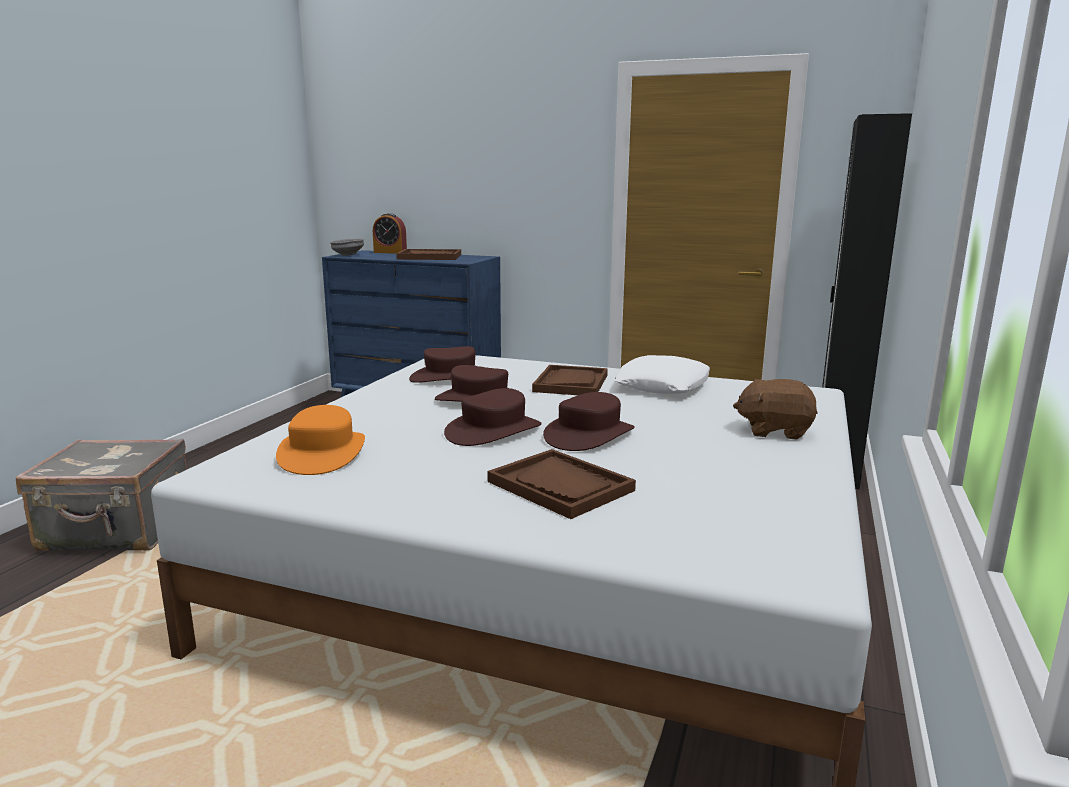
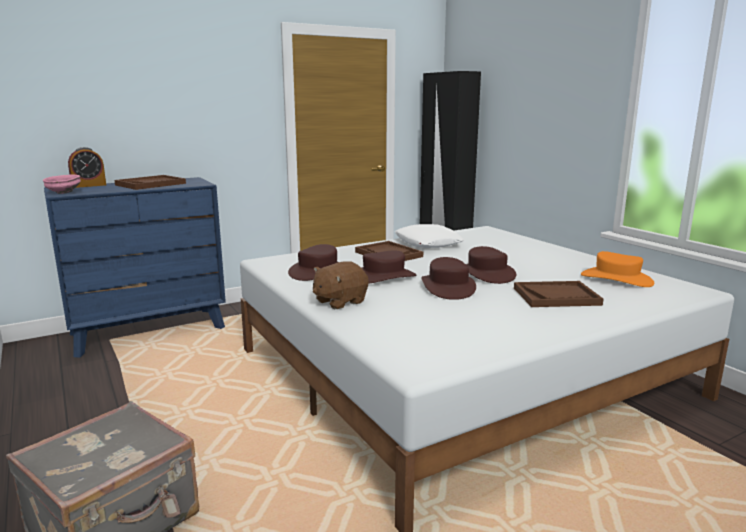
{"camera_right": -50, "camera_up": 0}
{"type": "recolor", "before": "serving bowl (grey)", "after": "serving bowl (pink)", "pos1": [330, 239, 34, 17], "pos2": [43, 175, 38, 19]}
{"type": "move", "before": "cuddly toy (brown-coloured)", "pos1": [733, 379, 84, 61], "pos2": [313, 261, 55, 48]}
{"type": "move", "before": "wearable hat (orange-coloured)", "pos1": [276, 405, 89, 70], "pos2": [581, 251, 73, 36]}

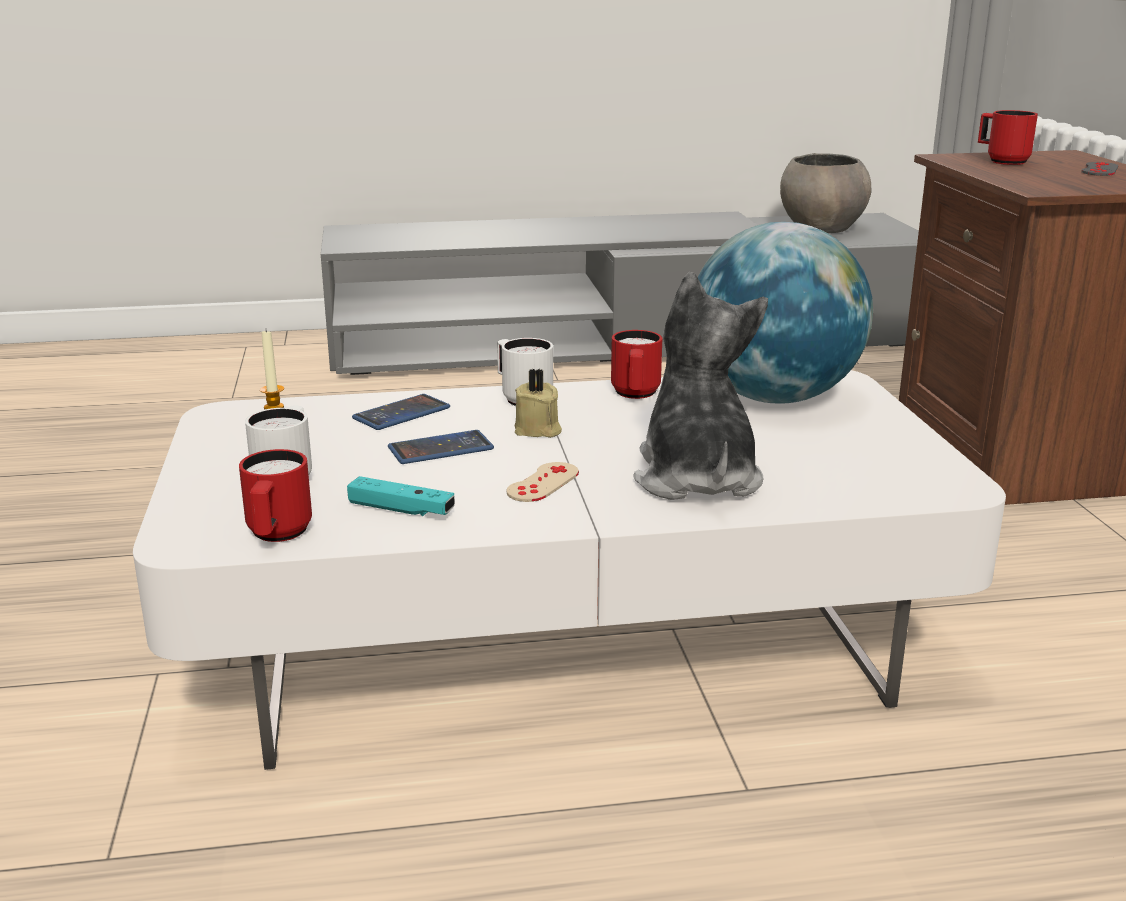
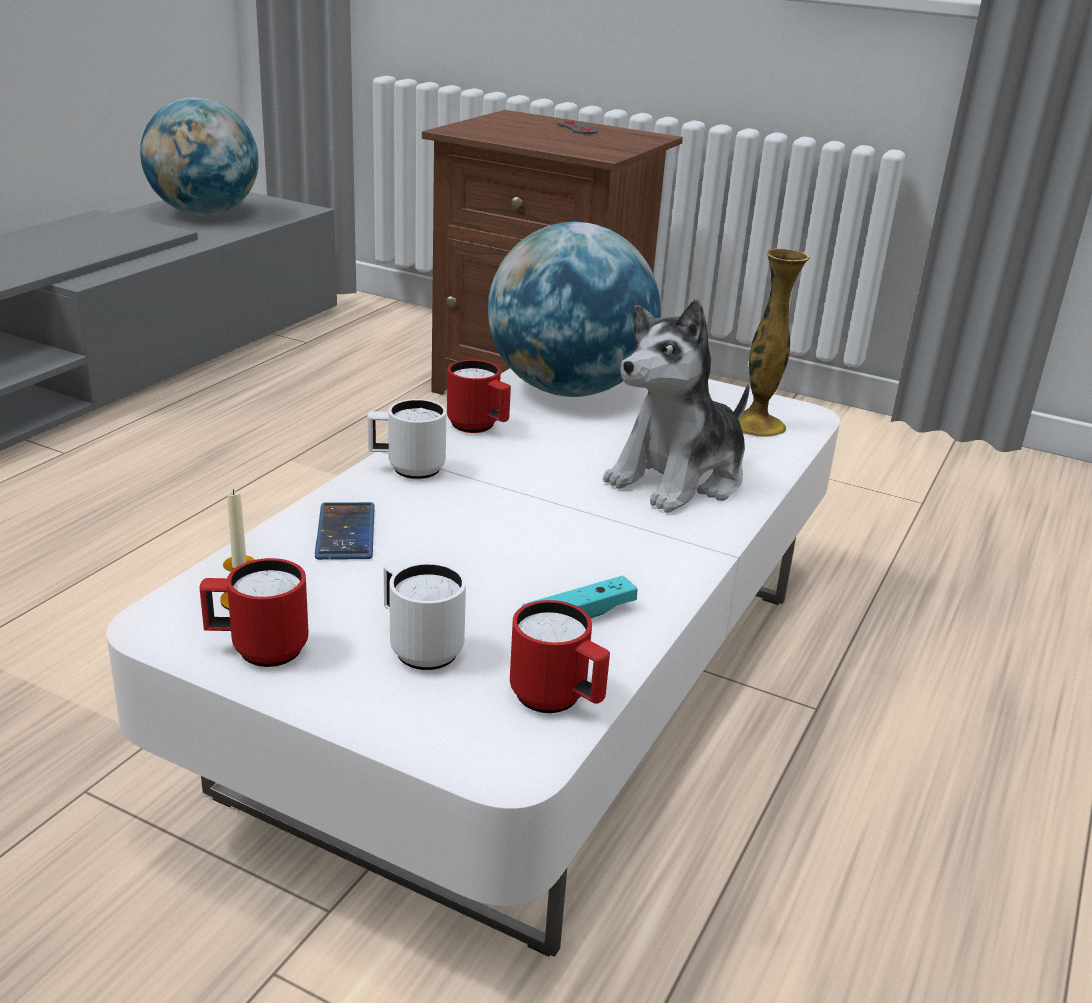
{"camera_right": -55, "camera_up": 5}
{"type": "move", "before": "coffee mug (red-coloured)", "pos1": [978, 110, 60, 55], "pos2": [199, 558, 109, 109]}
{"type": "replace", "before": "serving bowl (grey)", "after": "world globe", "pos1": [780, 153, 91, 80], "pos2": [140, 97, 119, 119]}
{"type": "rotate", "before": "cuddly toy", "pos1": [633, 272, 135, 228], "pos2": [603, 299, 147, 214], "turn": -75}
{"type": "delete", "before": "wax candle (sand-coloured)", "pos1": [515, 369, 47, 69]}
{"type": "delete", "before": "handset", "pos1": [388, 430, 106, 34]}
{"type": "delete", "before": "gamepad (sand-coloured)", "pos1": [506, 462, 73, 40]}
{"type": "insert", "after": "flower vase", "pos2": [739, 248, 71, 189]}

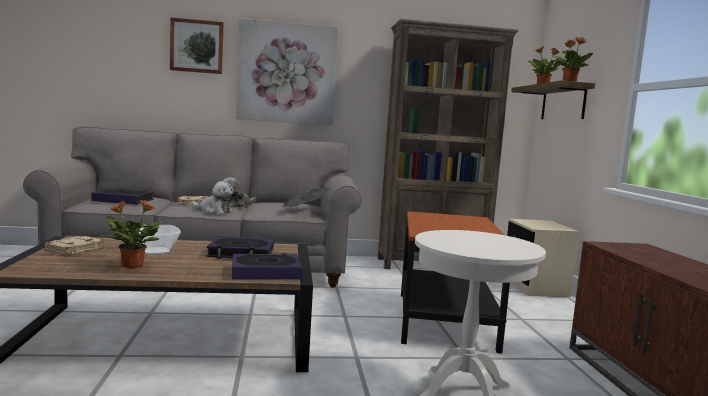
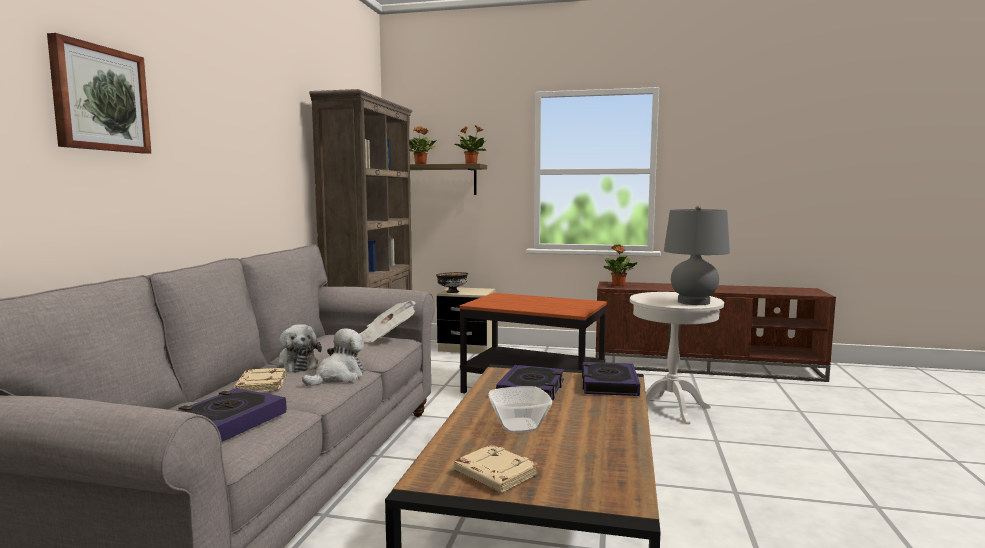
{"camera_right": -70, "camera_up": 0}
{"type": "delete", "before": "wall picture", "pos1": [236, 18, 102, 107]}
{"type": "move", "before": "plant in a pot", "pos1": [100, 200, 62, 68], "pos2": [604, 244, 34, 42]}
{"type": "insert", "after": "table lamp (grey)", "pos2": [664, 206, 66, 99]}
{"type": "insert", "after": "serving bowl (black)", "pos2": [436, 272, 32, 21]}

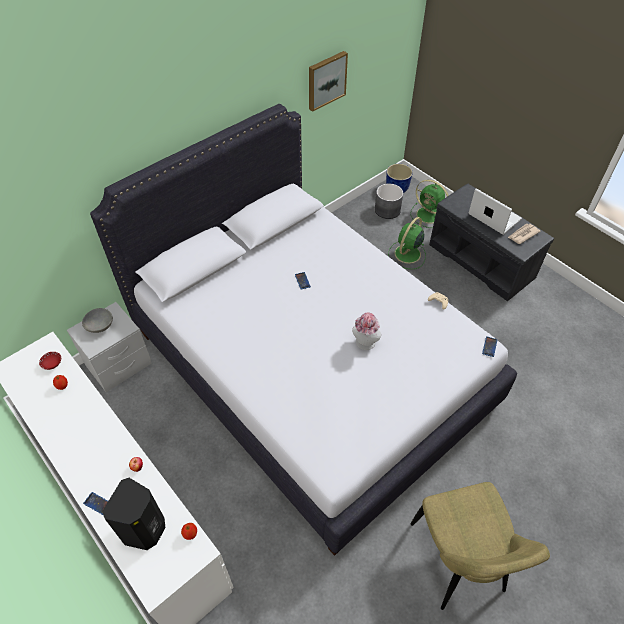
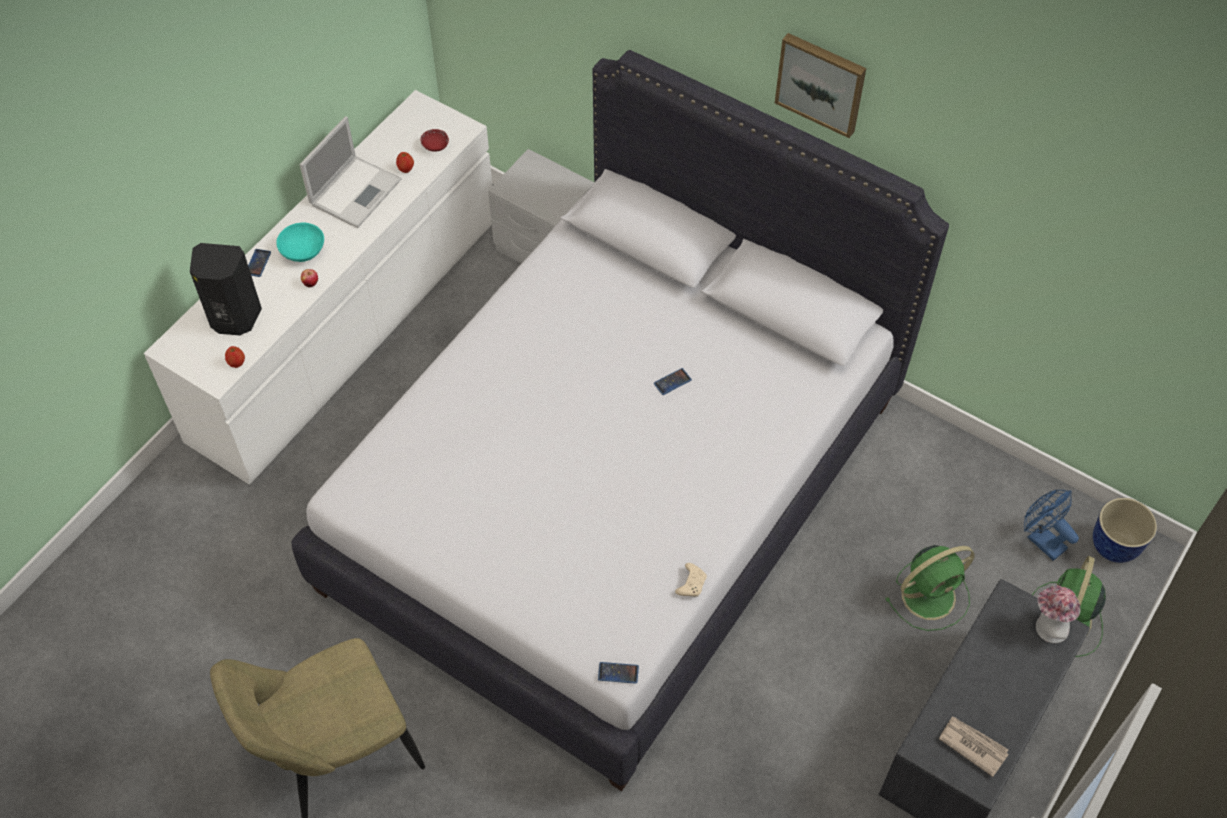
{"camera_right": 75, "camera_up": 5}
{"type": "move", "before": "wall picture", "pos1": [309, 51, 39, 61], "pos2": [775, 33, 91, 105]}
{"type": "replace", "before": "planter (grey)", "after": "electric fan (blue)", "pos1": [375, 184, 28, 35], "pos2": [1024, 489, 55, 72]}
{"type": "move", "before": "notebook computer", "pos1": [468, 188, 54, 47], "pos2": [299, 116, 102, 112]}
{"type": "rotate", "before": "electric fan (greenish)", "pos1": [388, 217, 38, 52], "pos2": [886, 545, 89, 86], "turn": 135}
{"type": "delete", "before": "serving bowl (grey)", "pos1": [82, 308, 31, 25]}
{"type": "move", "before": "wearable hat", "pos1": [352, 312, 30, 38], "pos2": [1036, 585, 44, 58]}
{"type": "insert", "after": "serving bowl (blue-green)", "pos2": [276, 223, 48, 39]}

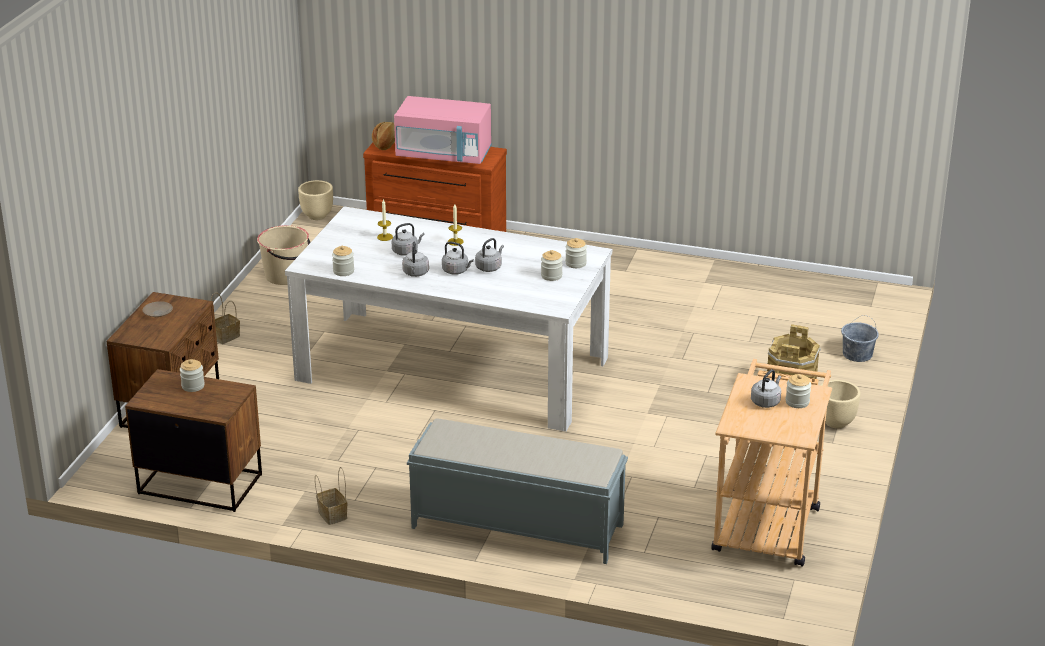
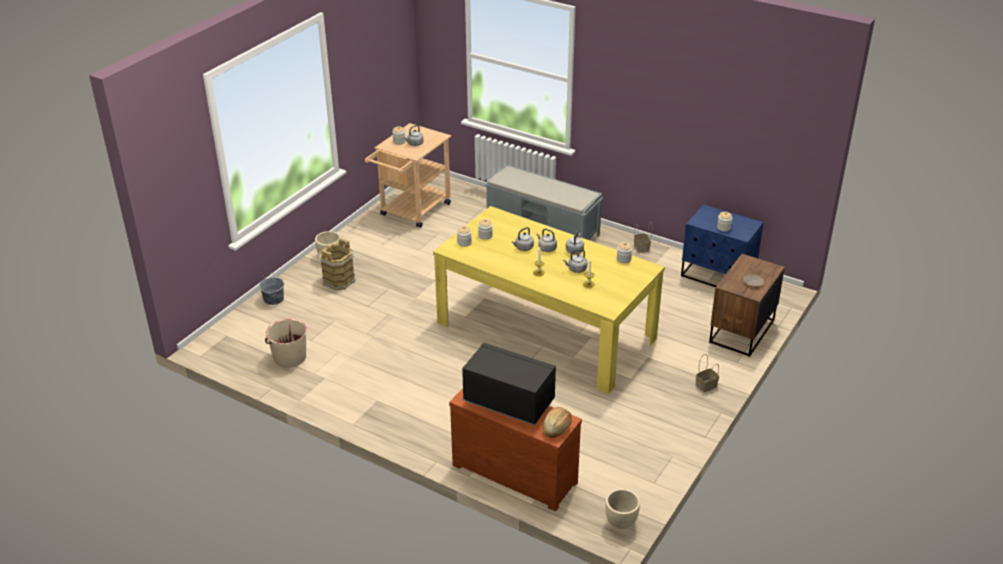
{"camera_right": -165, "camera_up": 5}
{"type": "recolor", "before": "microwave (pink)", "after": "microwave (black)", "pos1": [394, 96, 98, 68], "pos2": [462, 343, 94, 82]}
{"type": "recolor", "before": "dinner table (white)", "after": "dinner table (yellowish)", "pos1": [285, 206, 327, 226], "pos2": [433, 206, 232, 188]}
{"type": "move", "before": "bucket (sand-coloured)", "pos1": [257, 225, 53, 60], "pos2": [265, 319, 42, 49]}
{"type": "recolor", "before": "night table (brown-coloured)", "after": "night table (blue)", "pos1": [125, 369, 137, 143], "pos2": [681, 205, 83, 82]}

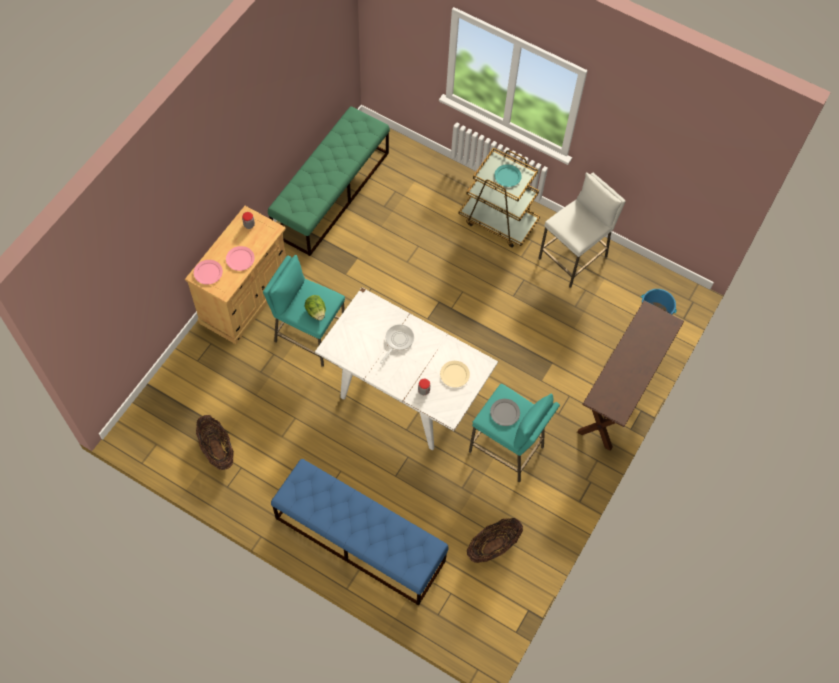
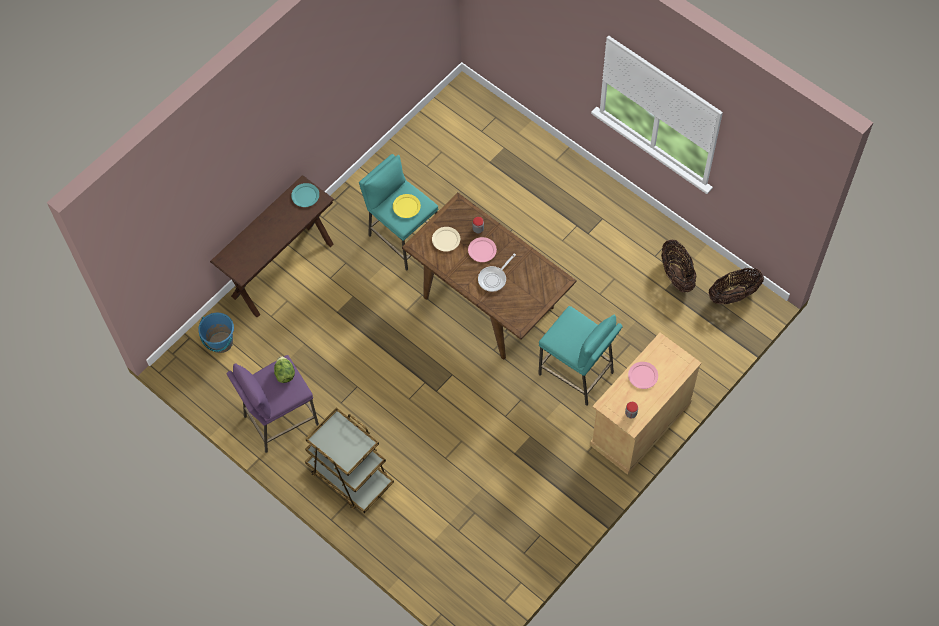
{"camera_right": -165, "camera_up": 0}
{"type": "delete", "before": "bench (greenish)", "pos1": [268, 106, 122, 150]}
{"type": "move", "before": "plate (blue-green)", "pos1": [494, 164, 28, 23], "pos2": [291, 183, 28, 24]}
{"type": "recolor", "before": "stool (white)", "after": "stool (purple-coloured)", "pos1": [538, 172, 88, 116], "pos2": [227, 355, 92, 98]}
{"type": "move", "before": "plate (pink)", "pos1": [194, 260, 29, 25], "pos2": [468, 237, 29, 25]}
{"type": "recolor", "before": "dinner table (white)", "after": "dinner table (brown-coloured)", "pos1": [315, 287, 183, 163], "pos2": [402, 193, 175, 167]}
{"type": "move", "before": "lettuce head", "pos1": [305, 295, 21, 25], "pos2": [274, 357, 21, 26]}
{"type": "recolor", "before": "plate (grey)", "after": "plate (yellowish)", "pos1": [490, 399, 30, 27], "pos2": [393, 194, 28, 24]}
{"type": "delete", "before": "bench (blue)", "pos1": [271, 459, 178, 147]}
{"type": "move", "before": "storage basket", "pos1": [467, 518, 56, 45], "pos2": [708, 268, 56, 36]}

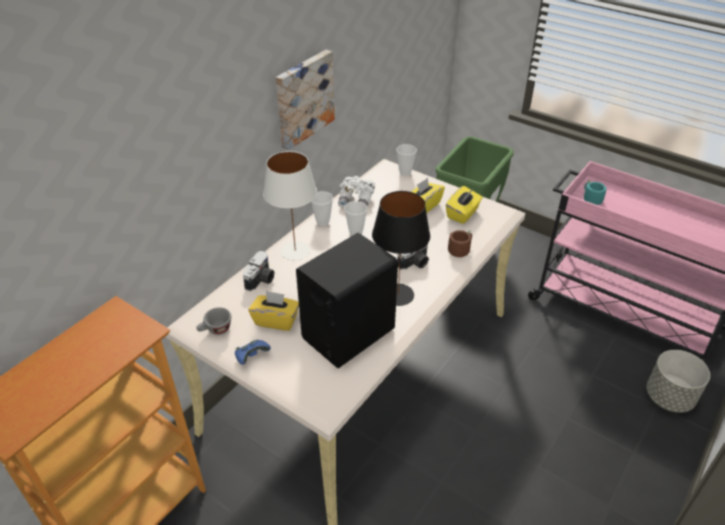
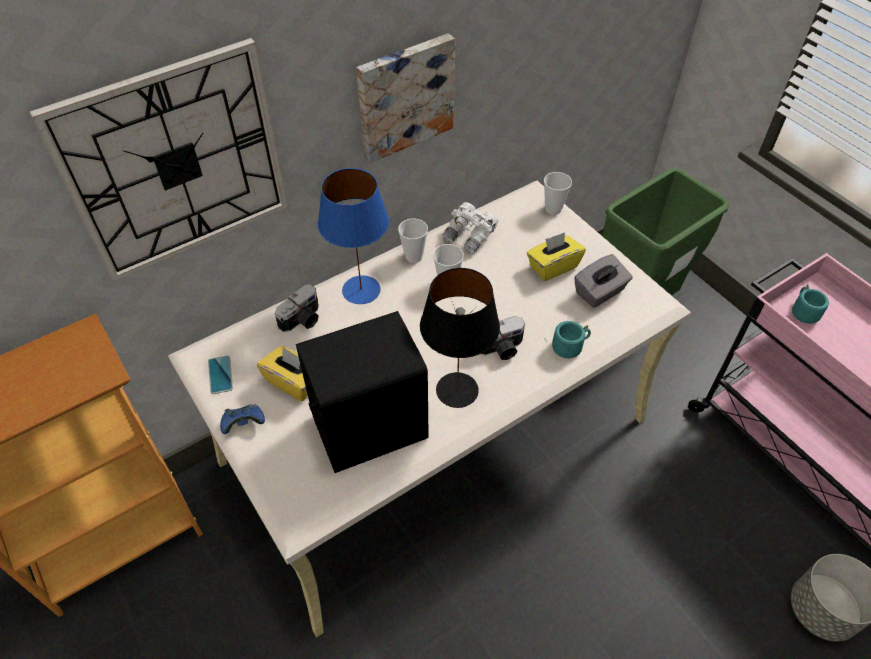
{"camera_right": 20, "camera_up": 10}
{"type": "recolor", "before": "table lamp (white)", "after": "table lamp (blue)", "pos1": [263, 151, 54, 109], "pos2": [318, 168, 71, 136]}
{"type": "recolor", "before": "tissue box (yellowish)", "after": "tissue box (grey)", "pos1": [446, 186, 37, 38], "pos2": [574, 254, 58, 54]}
{"type": "recolor", "before": "coffee mug (brown-coloured)", "after": "coffee mug (blue-green)", "pos1": [448, 230, 24, 27], "pos2": [552, 321, 39, 37]}
{"type": "replace", "before": "cup (grey)", "after": "handset", "pos1": [196, 307, 35, 28], "pos2": [208, 356, 25, 38]}
{"type": "insert", "after": "hanging clock", "pos2": [30, 38, 258, 244]}

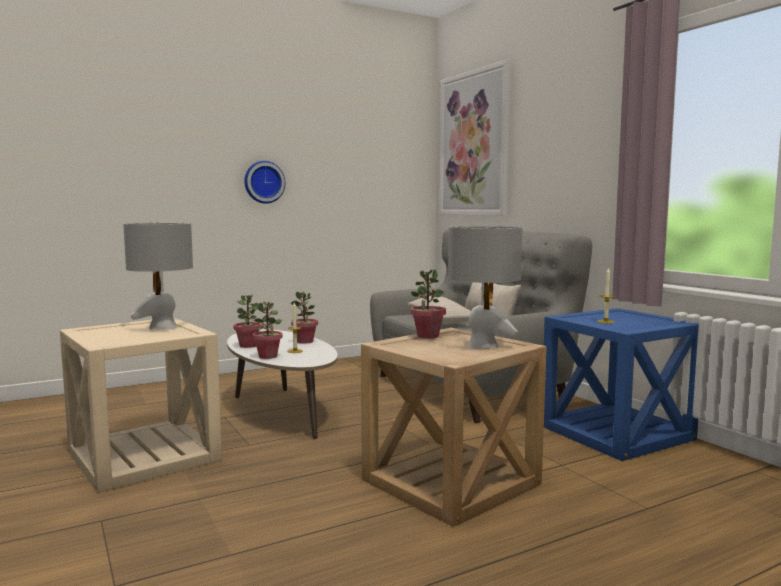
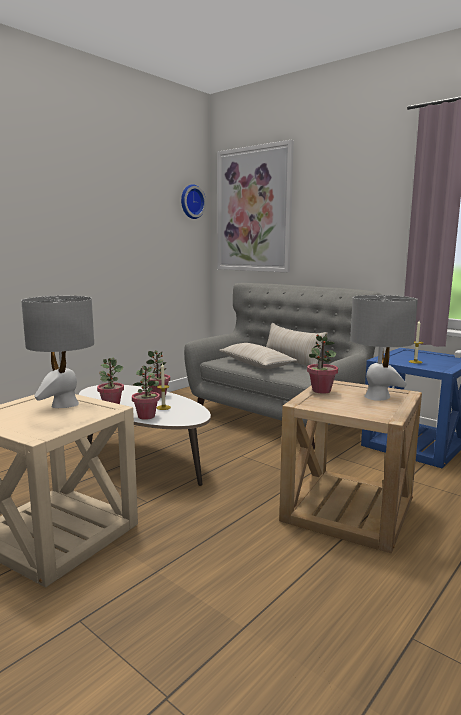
{"camera_right": -20, "camera_up": 5}
{"type": "move", "before": "hanging clock", "pos1": [244, 161, 41, 43], "pos2": [181, 184, 25, 35]}

